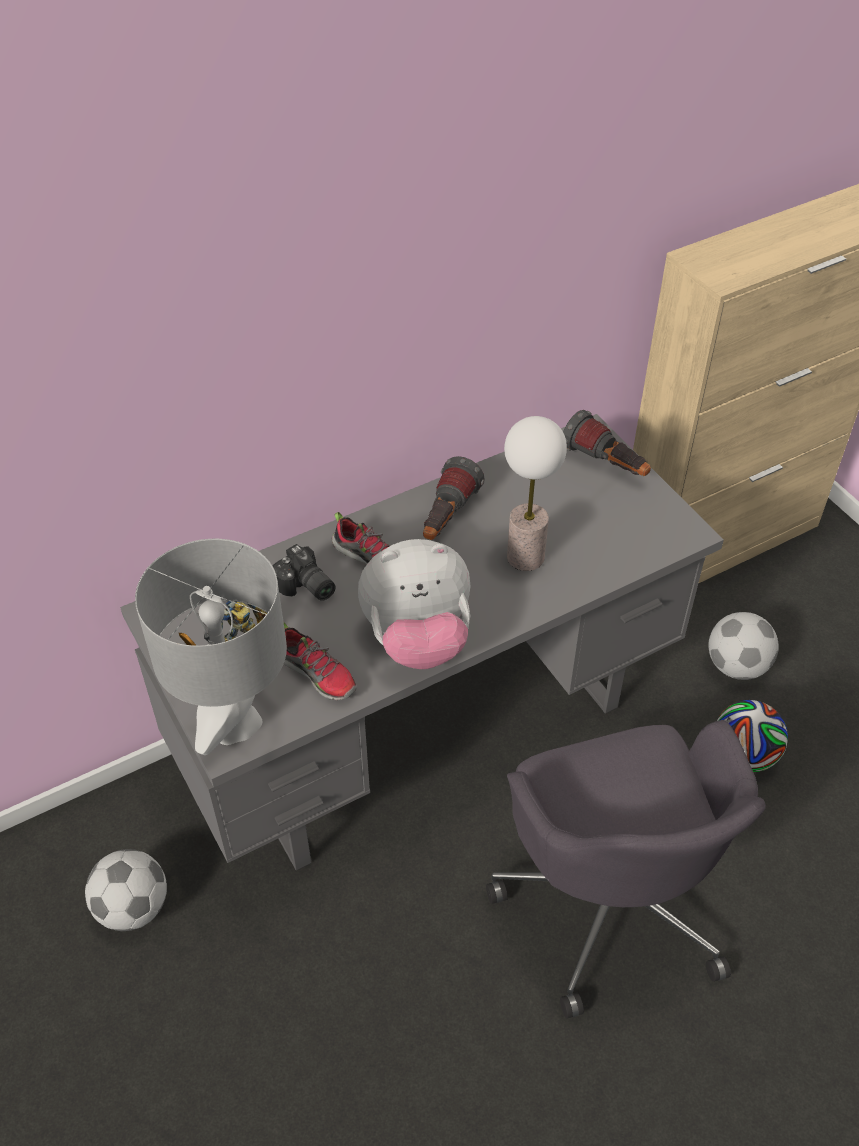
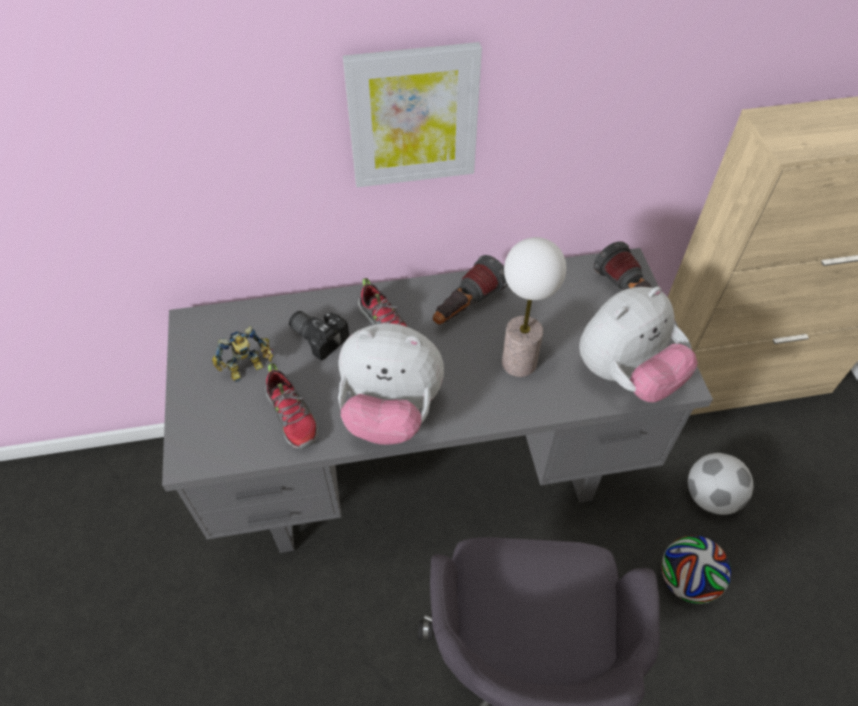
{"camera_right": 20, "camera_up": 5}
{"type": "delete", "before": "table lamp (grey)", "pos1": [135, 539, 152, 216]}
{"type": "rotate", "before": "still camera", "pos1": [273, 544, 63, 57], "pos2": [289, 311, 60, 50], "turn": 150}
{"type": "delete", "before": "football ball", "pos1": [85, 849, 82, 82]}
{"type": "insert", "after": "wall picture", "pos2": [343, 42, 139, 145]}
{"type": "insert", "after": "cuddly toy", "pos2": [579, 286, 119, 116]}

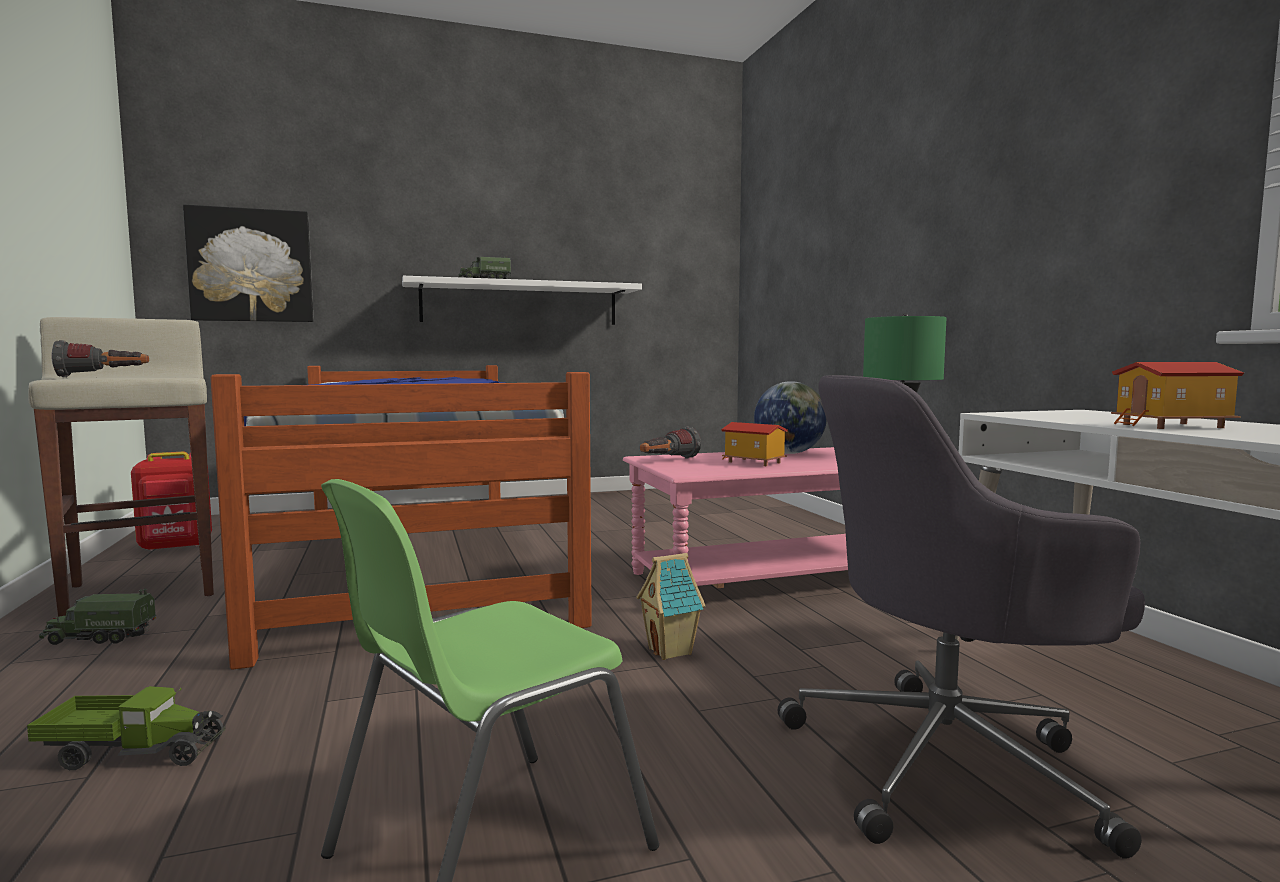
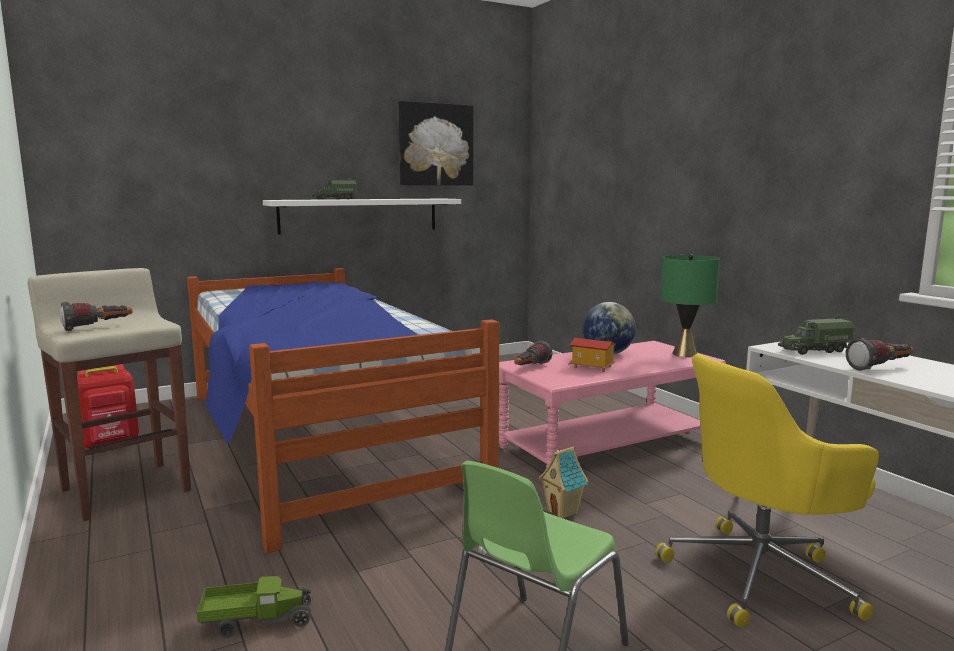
{"camera_right": -10, "camera_up": 5}
{"type": "move", "before": "wall picture", "pos1": [183, 205, 131, 117], "pos2": [399, 101, 74, 84]}
{"type": "replace", "before": "toy house", "after": "flashlight", "pos1": [1111, 362, 133, 67], "pos2": [846, 338, 68, 33]}
{"type": "recolor", "before": "computer chair (grey)", "after": "computer chair (yellowish)", "pos1": [778, 375, 367, 484], "pos2": [655, 354, 224, 274]}
{"type": "move", "before": "toy lorry", "pos1": [39, 588, 117, 57], "pos2": [778, 315, 76, 40]}

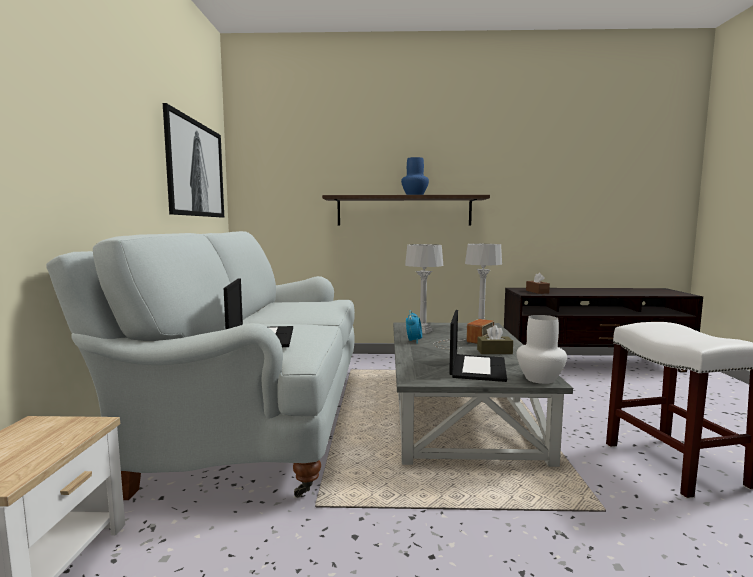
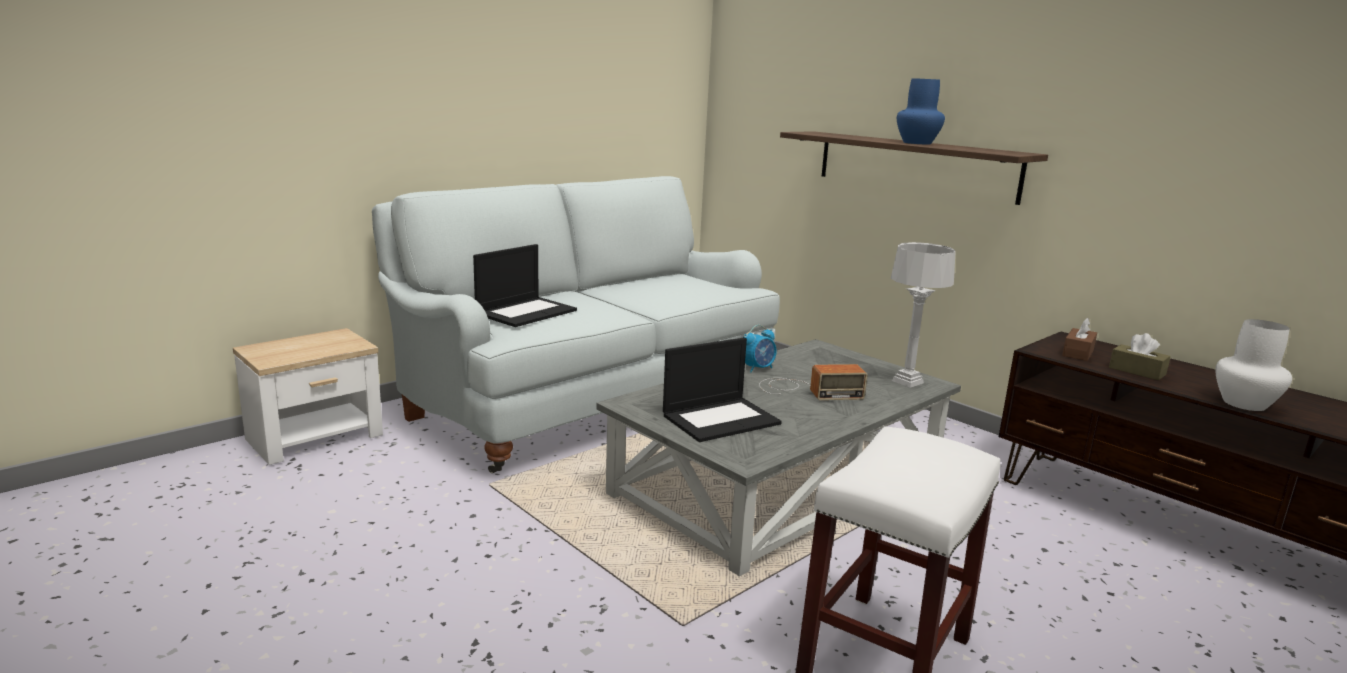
{"camera_right": 45, "camera_up": 10}
{"type": "delete", "before": "wall picture", "pos1": [163, 103, 61, 114]}
{"type": "delete", "before": "table lamp (grey)", "pos1": [405, 244, 38, 90]}
{"type": "move", "before": "flower vase (white)", "pos1": [517, 315, 50, 69], "pos2": [1215, 319, 77, 92]}
{"type": "move", "before": "tissue box (brown-coloured)", "pos1": [477, 325, 36, 29], "pos2": [1109, 333, 62, 47]}

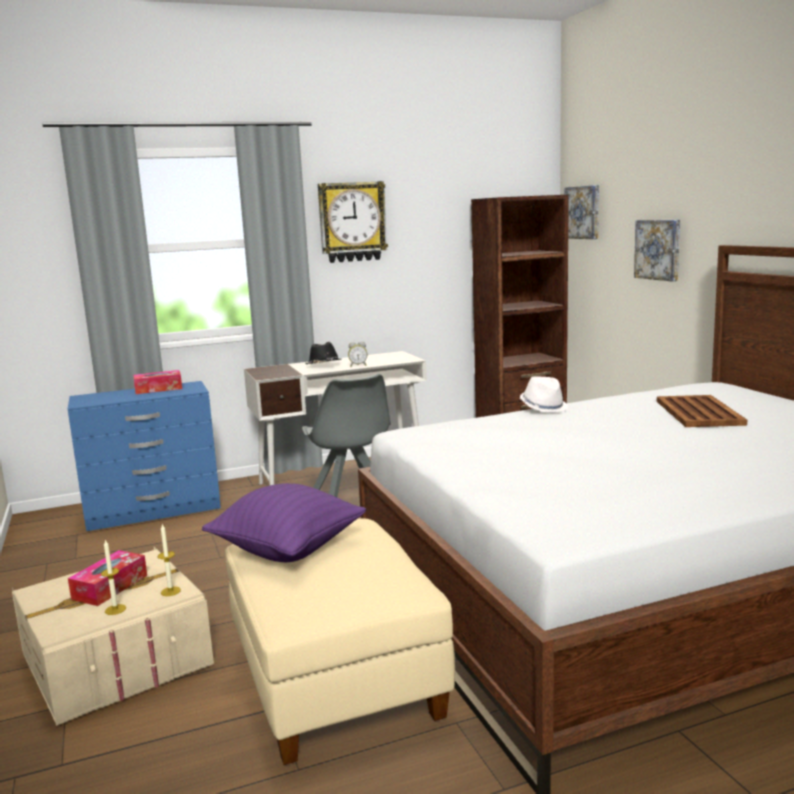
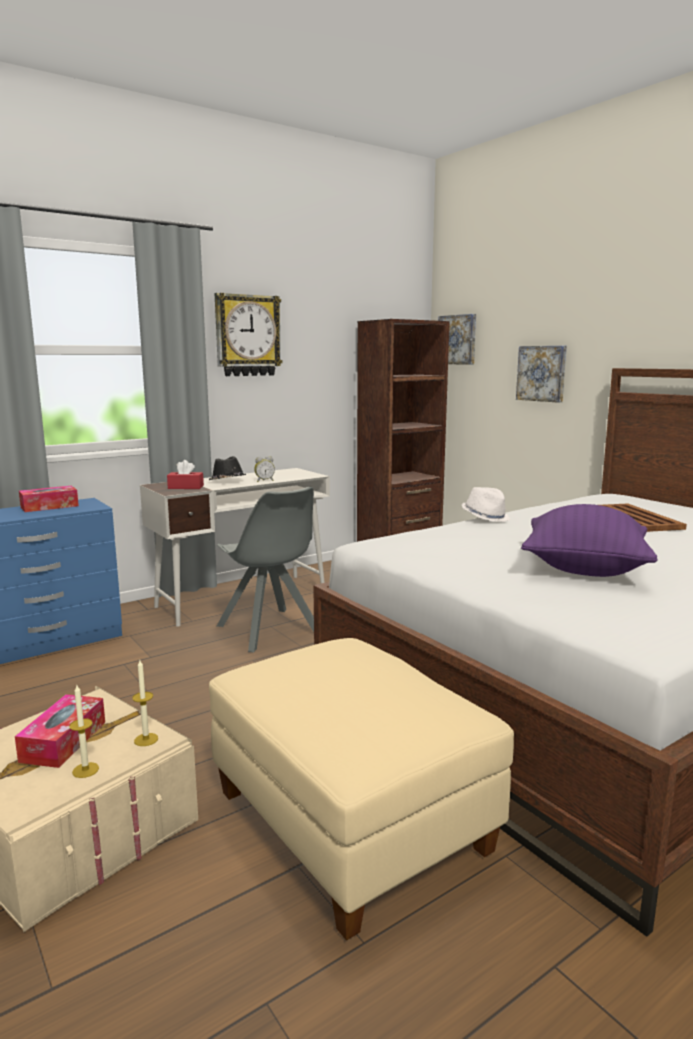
{"camera_right": -15, "camera_up": 0}
{"type": "move", "before": "throw pillow (purple-coloured)", "pos1": [202, 483, 164, 79], "pos2": [521, 504, 136, 73]}
{"type": "insert", "after": "tissue box (red-coloured)", "pos2": [167, 460, 37, 29]}

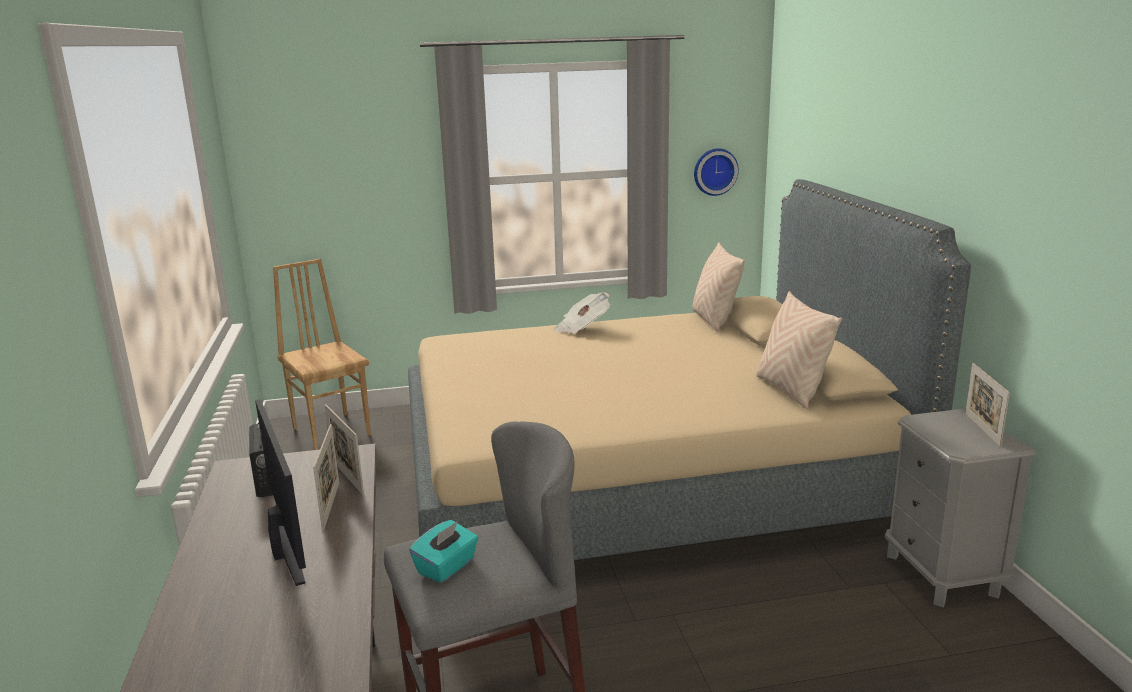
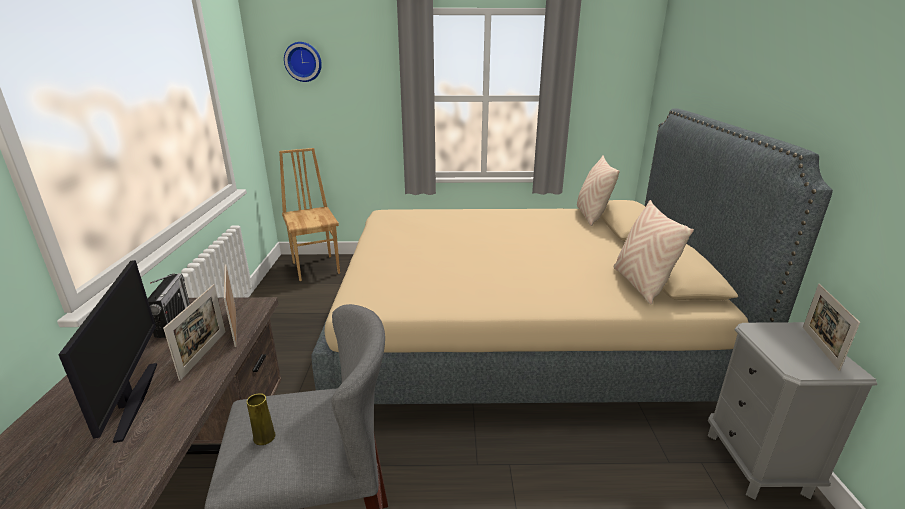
{"camera_right": 10, "camera_up": 5}
{"type": "move", "before": "hanging clock", "pos1": [694, 148, 45, 48], "pos2": [284, 42, 38, 40]}
{"type": "delete", "before": "newspaper", "pos1": [554, 292, 56, 42]}
{"type": "replace", "before": "tissue box (blue-green)", "after": "flower vase (yellowish)", "pos1": [409, 520, 70, 63], "pos2": [247, 393, 28, 52]}

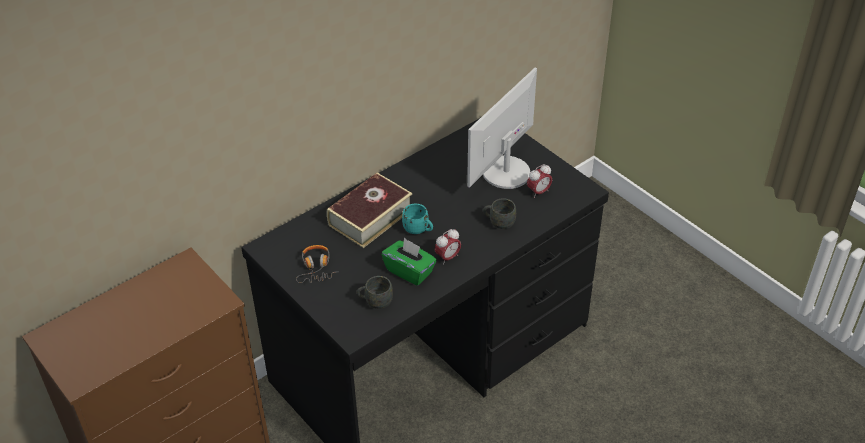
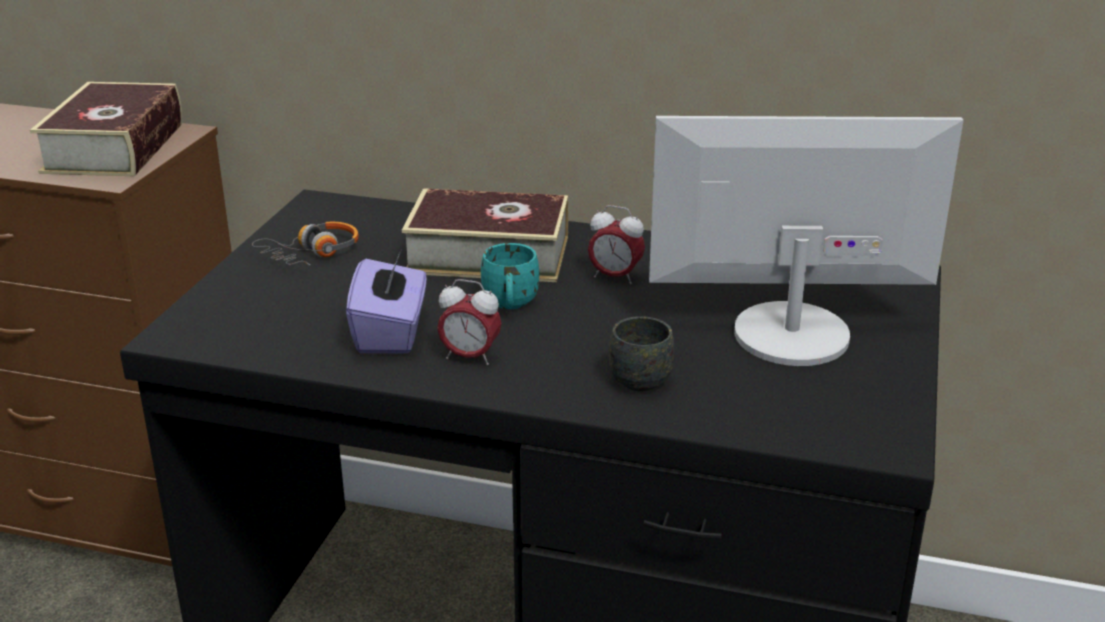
{"camera_right": 55, "camera_up": -15}
{"type": "move", "before": "table clock", "pos1": [527, 164, 25, 34], "pos2": [588, 205, 57, 79]}
{"type": "recolor", "before": "tissue box (greenish)", "after": "tissue box (purple-coloured)", "pos1": [381, 238, 56, 48], "pos2": [346, 251, 81, 102]}
{"type": "delete", "before": "coffee mug (grey)", "pos1": [357, 276, 36, 33]}
{"type": "insert", "after": "book", "pos2": [30, 82, 152, 94]}

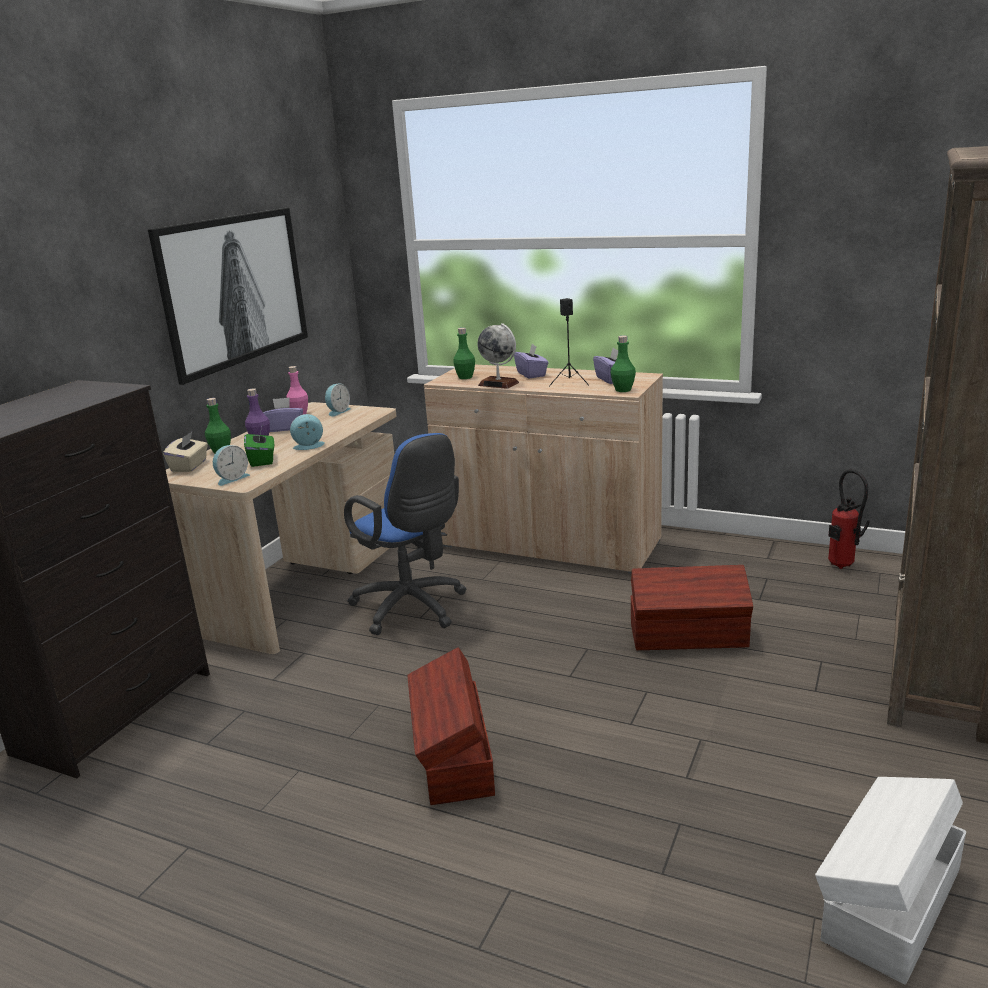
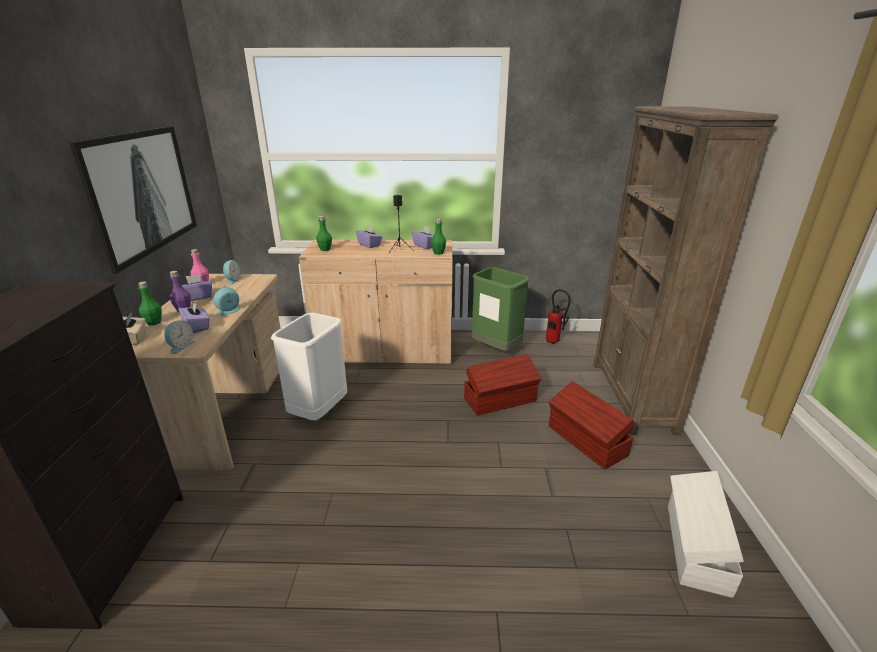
{"camera_right": -25, "camera_up": 5}
{"type": "delete", "before": "world globe", "pos1": [478, 323, 41, 66]}
{"type": "recolor", "before": "tissue box (greenish)", "after": "tissue box (purple-coloured)", "pos1": [244, 427, 30, 40], "pos2": [179, 302, 31, 32]}
{"type": "replace", "before": "computer chair (blue)", "after": "trash can (white)", "pos1": [344, 433, 123, 202], "pos2": [271, 313, 76, 107]}
{"type": "move", "before": "storage container (brown-coloured)", "pos1": [407, 647, 88, 158], "pos2": [549, 381, 85, 88]}
{"type": "insert", "after": "trash can (greenish)", "pos2": [472, 267, 58, 84]}

